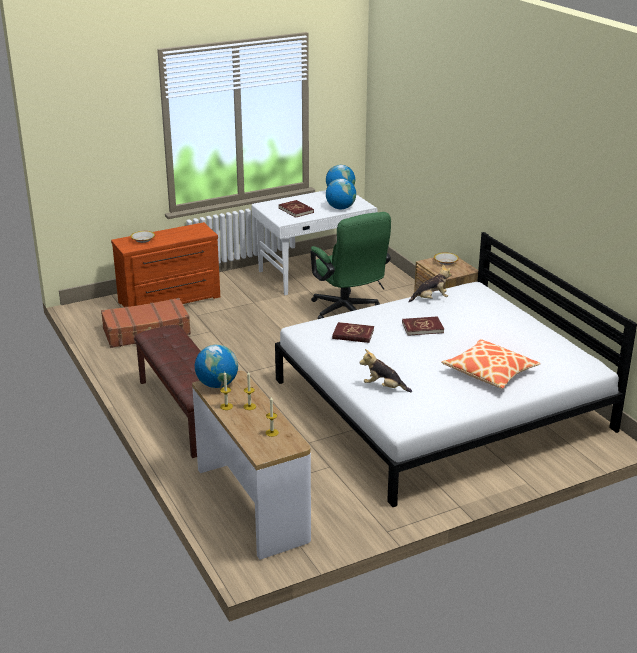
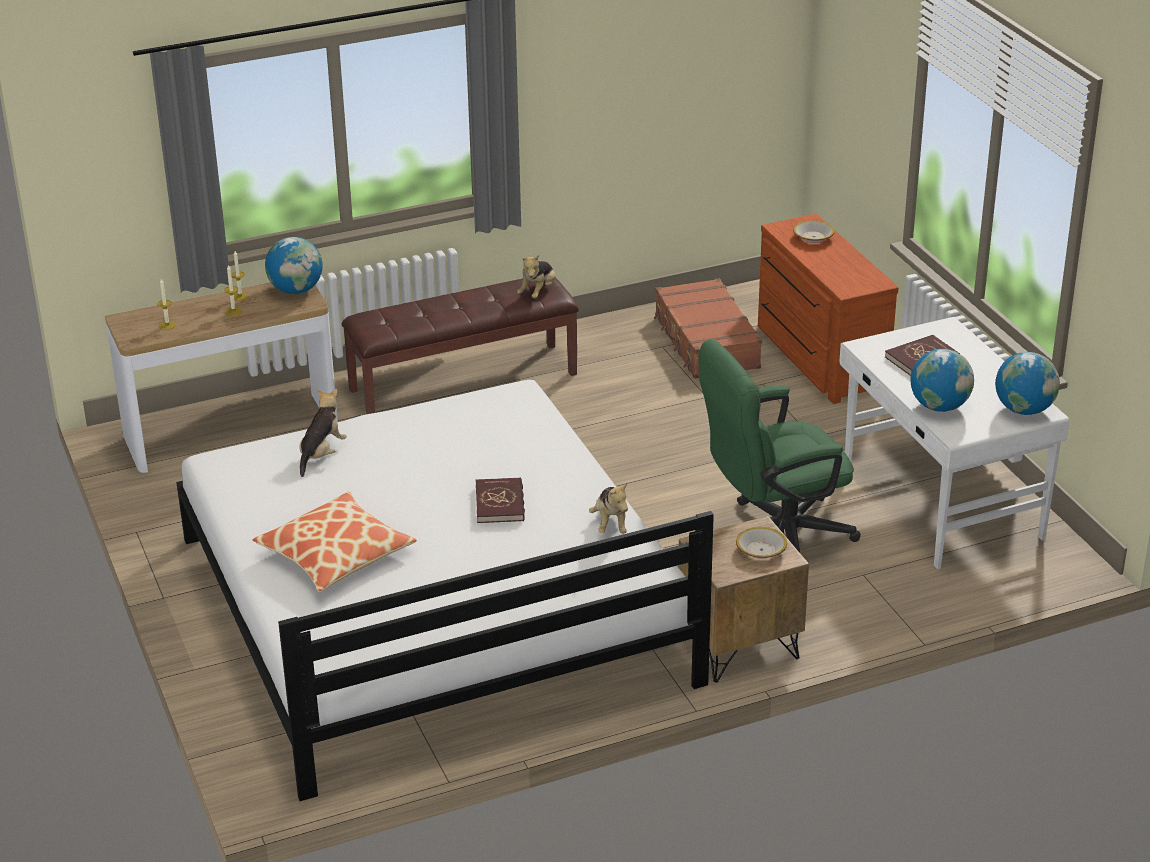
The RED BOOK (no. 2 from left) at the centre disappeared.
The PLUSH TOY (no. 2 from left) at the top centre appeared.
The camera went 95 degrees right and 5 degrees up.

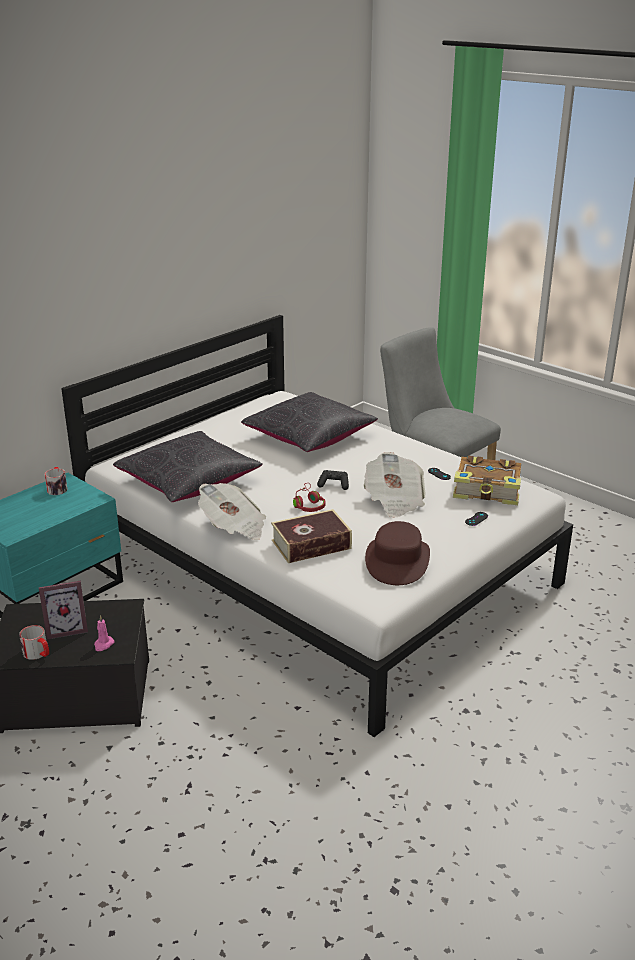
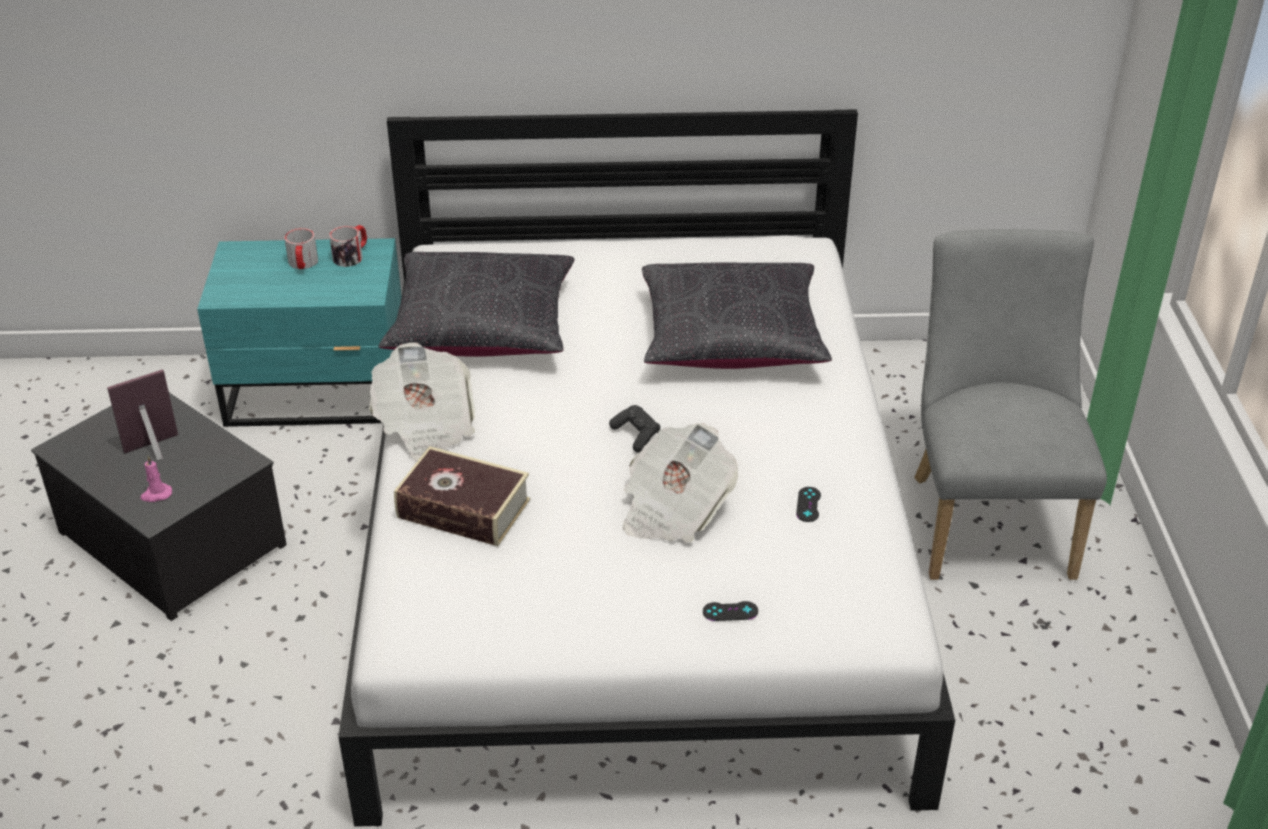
The RED HEADPHONES at the centre disappeared.
The BROWN HAT at the centre disappeared.
The BOOK (no. 2 from left) at the middle right disappeared.
The MUG (no. 1 from left) moved from the bottom left to the top left.
The PICTURE FRAME at the middle left turned 120 degrees clockwise.
The camera went 45 degrees right and 10 degrees up.

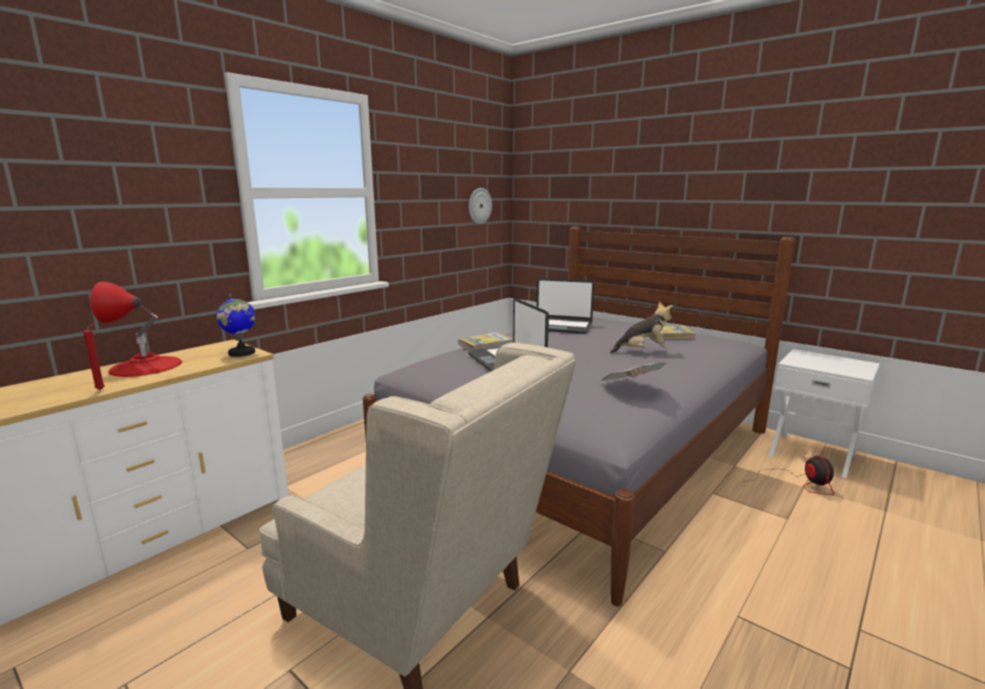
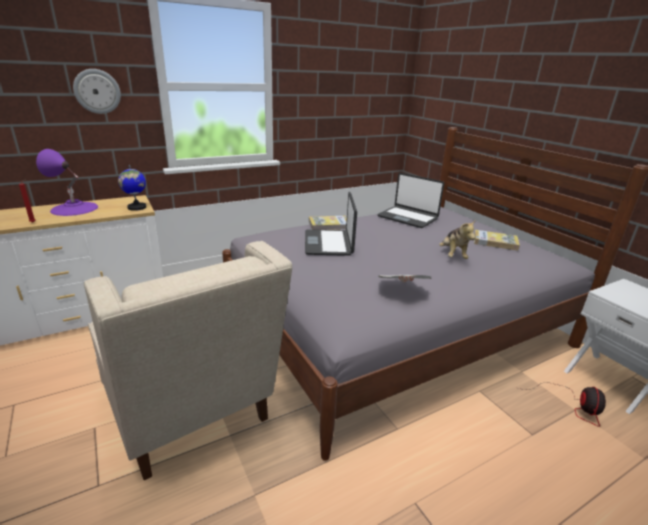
The WALL CLOCK moved from the top centre to the top left.
The RED TABLE LAMP at the middle left became the PURPLE TABLE LAMP at the middle left.
The PLUSH TOY at the centre turned 75 degrees clockwise.
The camera went 20 degrees right and 10 degrees up.

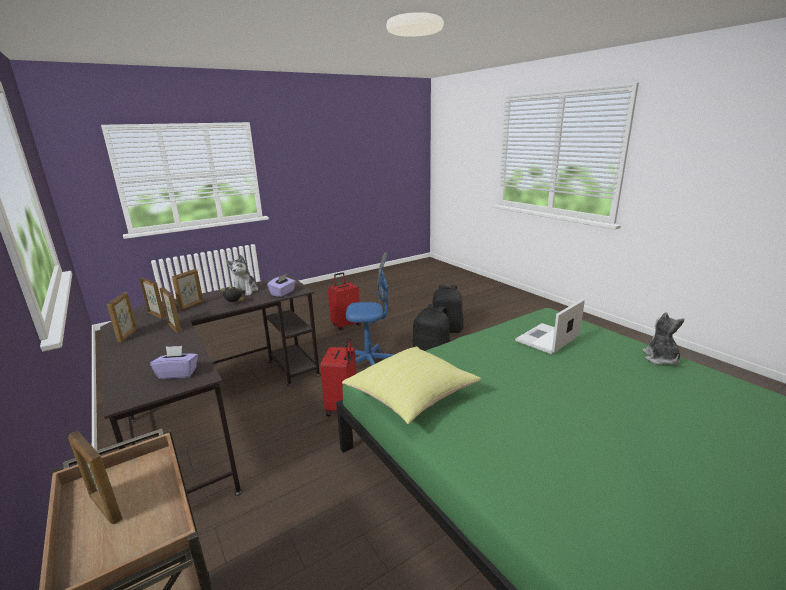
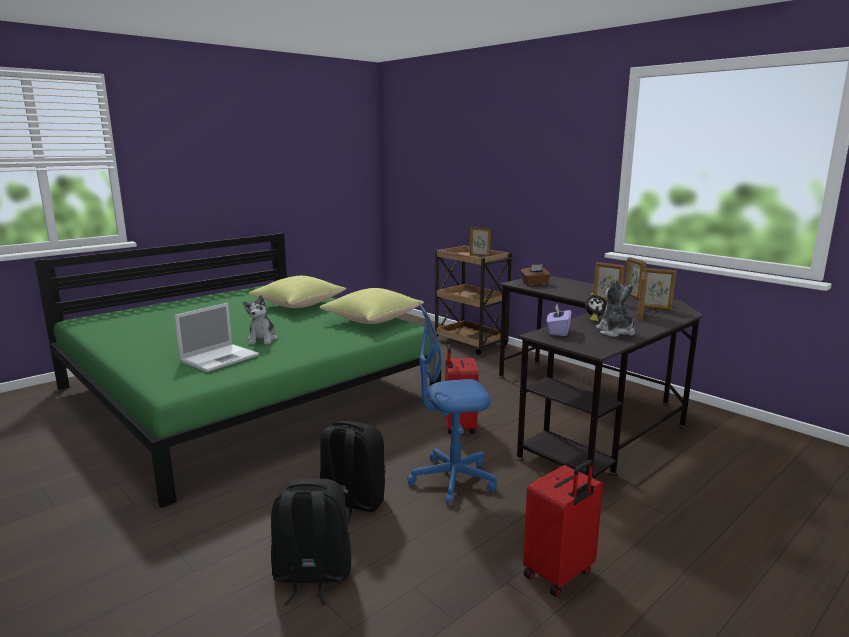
The YELLOW PILLOW (no. 1 from left) at the centre appeared.
The PLUSH TOY (no. 2 from left in the first image) moved from the middle right to the middle left.
The PURPLE TISSUE BOX (no. 1 from left) at the middle left became the BROWN TISSUE BOX at the centre.
The camera went 170 degrees right and 5 degrees down.

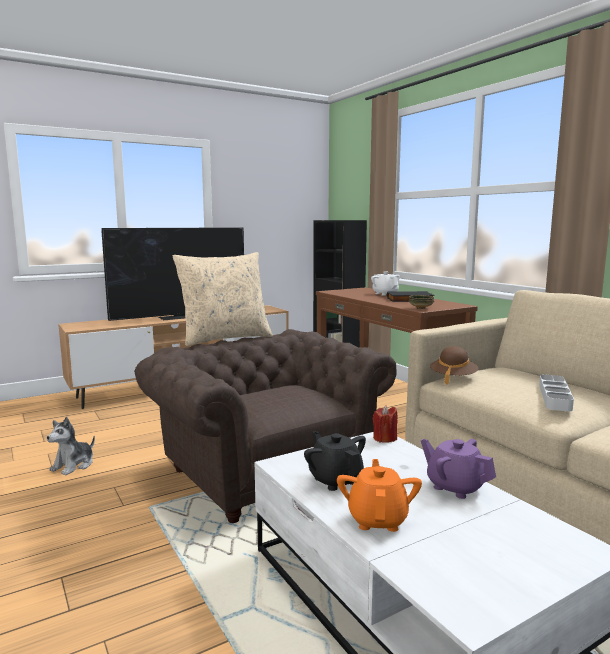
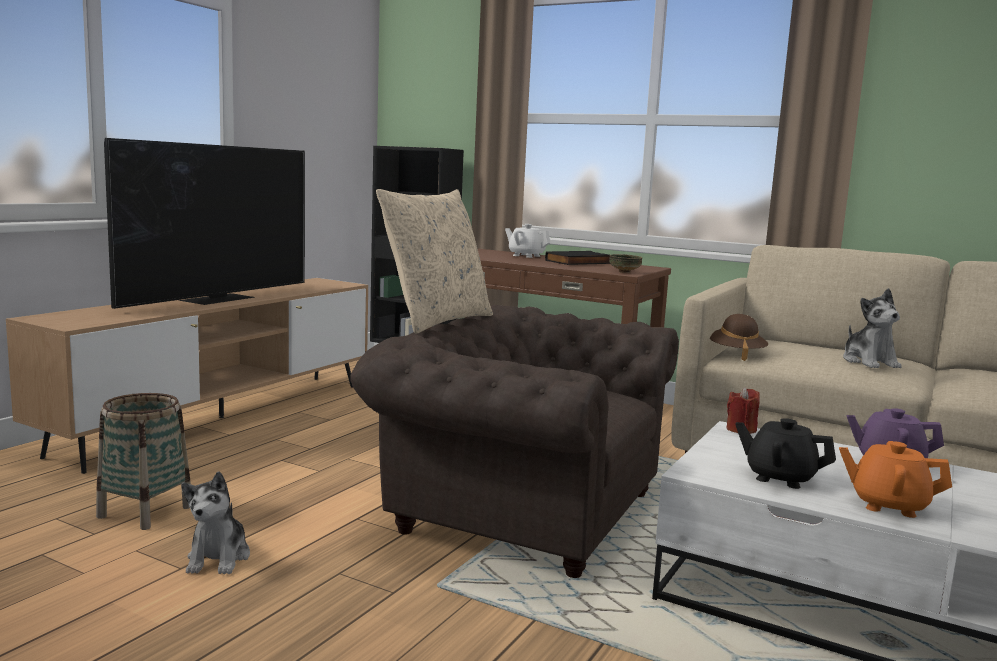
The BASKET at the bottom left appeared.
The GREY TRAY at the middle right was replaced by the PLUSH TOY (no. 2 from left) at the middle right.
The ORANGE TEAPOT at the bottom centre turned 45 degrees counterclockwise.
The camera went 30 degrees left and 0 degrees up.

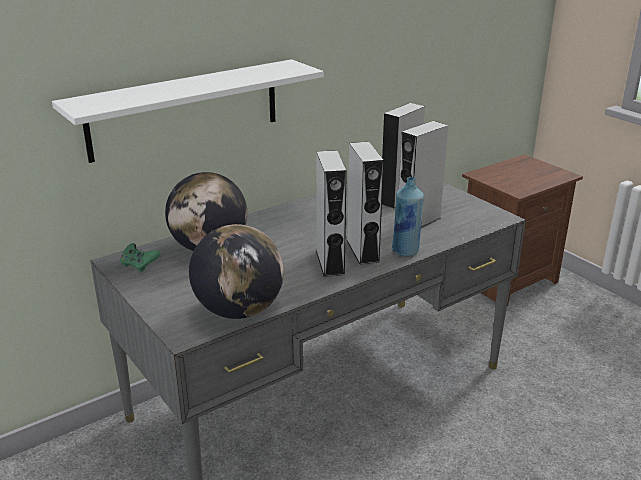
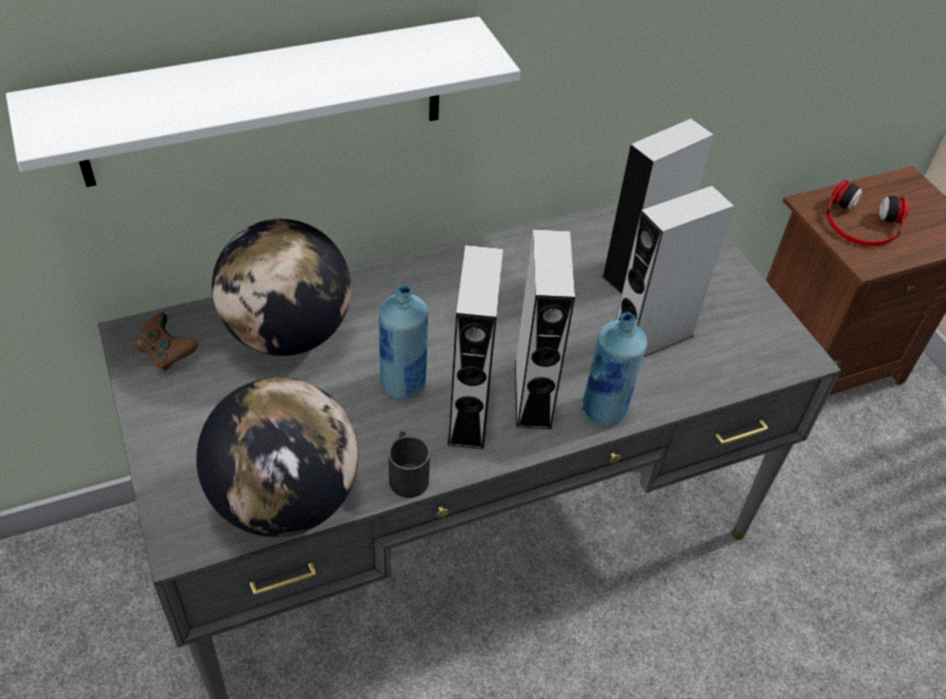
The BLUE BOTTLE (no. 1 from left) at the centre appeared.
The BLACK MUG at the centre appeared.
The HEADPHONES at the top right appeared.
The GREEN GAME CONTROLLER at the middle left became the BROWN GAME CONTROLLER at the middle left.
The camera went 10 degrees right and 20 degrees up.

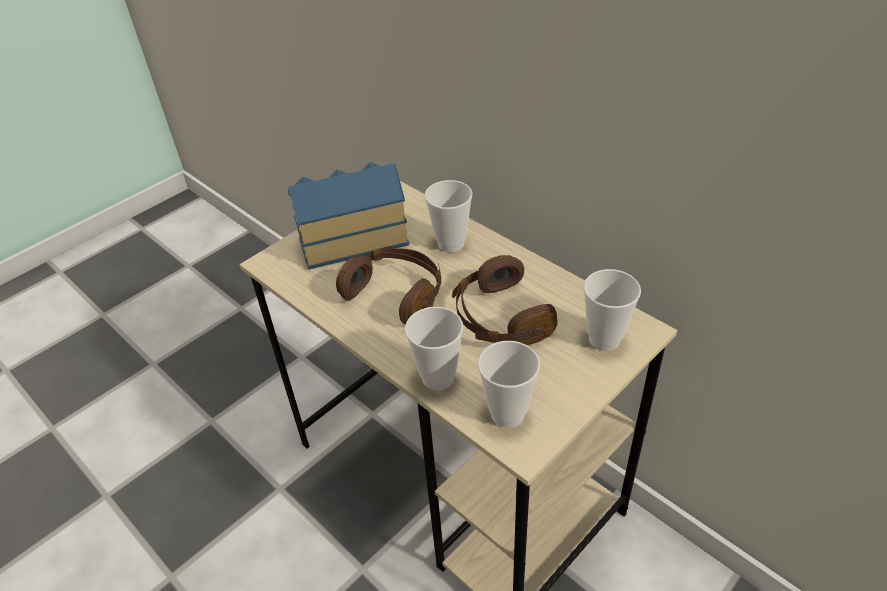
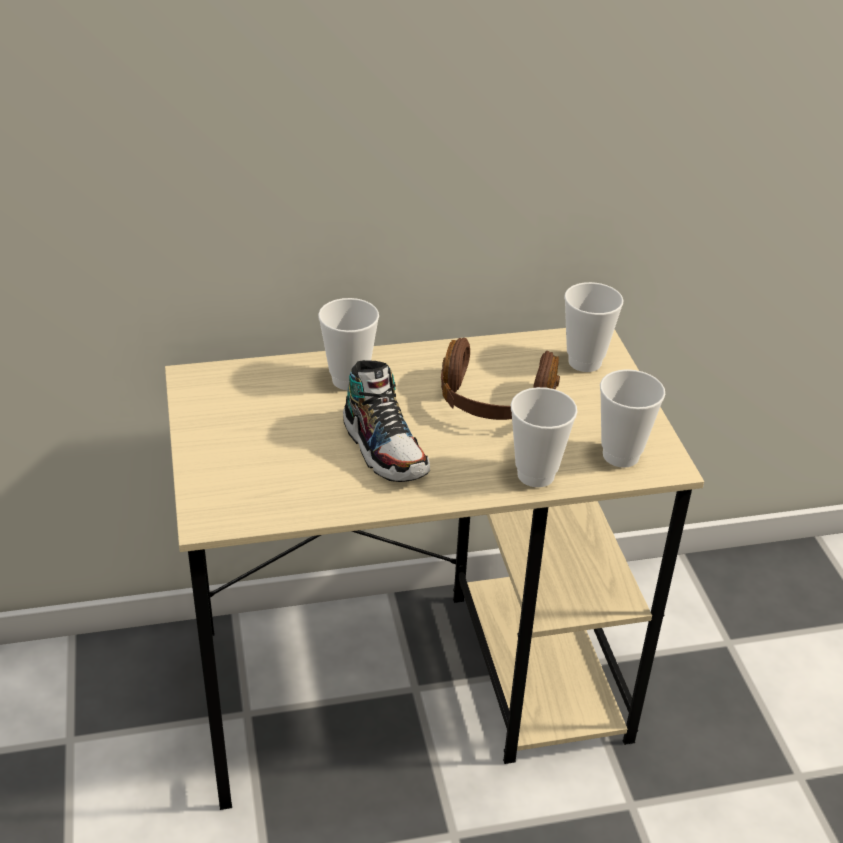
The TOY HOUSE at the centre disappeared.
The BROWN HEADPHONES (no. 1 from left) at the centre was replaced by the SHOE at the centre.
The camera went 60 degrees left and 5 degrees down.

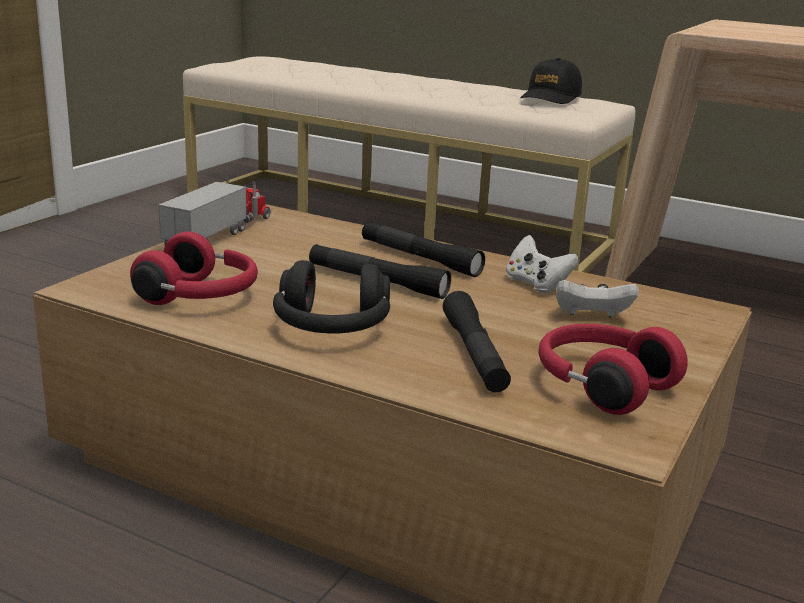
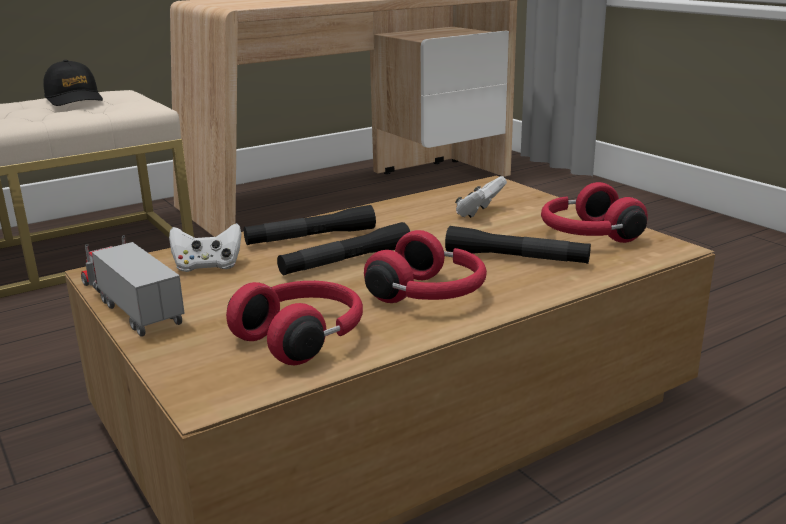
The WHITE GAME CONTROLLER (no. 1 from left) moved from the middle right to the middle left.
The BLACK HEADPHONES at the centre became the RED HEADPHONES (no. 2 from left) at the centre.
The camera went 60 degrees left and 0 degrees up.

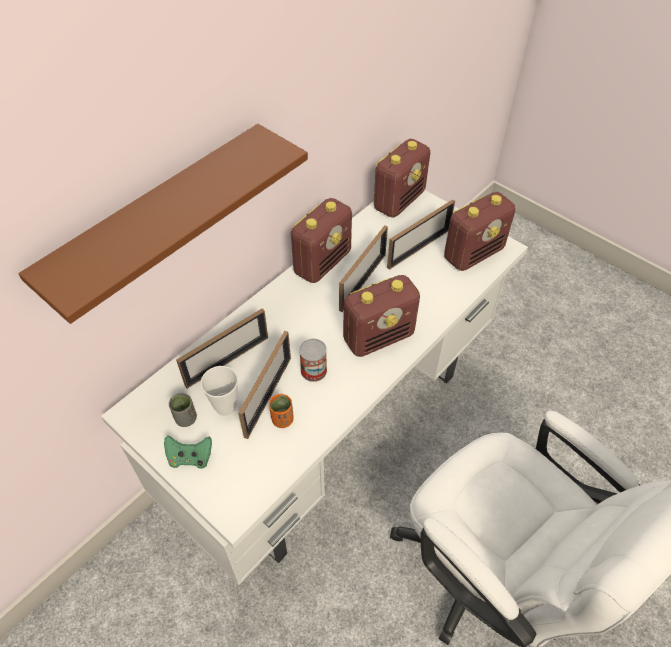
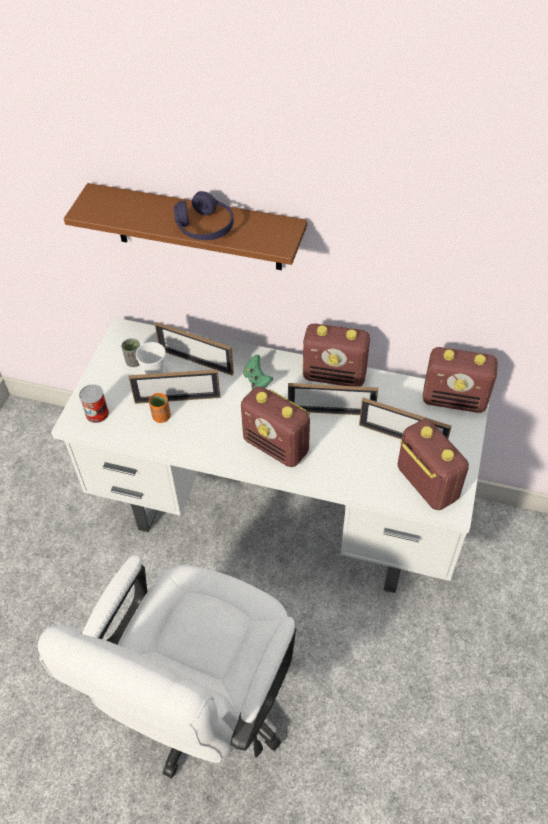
The PURPLE HEADPHONES at the top centre appeared.
The GREEN GAME CONTROLLER moved from the bottom left to the centre.
The CAN moved from the centre to the middle left.
The RADIO (no. 4 from left in the first image) at the middle right turned 150 degrees counterclockwise.
The camera went 65 degrees right and 0 degrees up.

